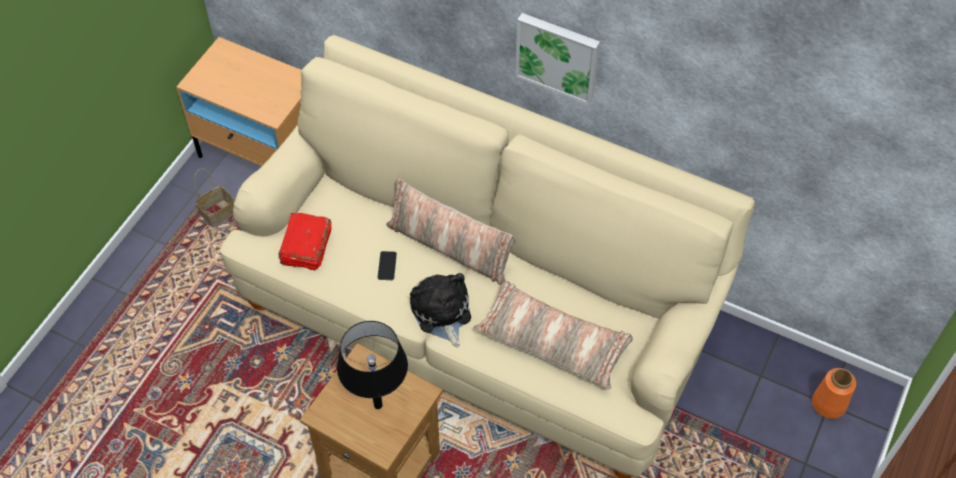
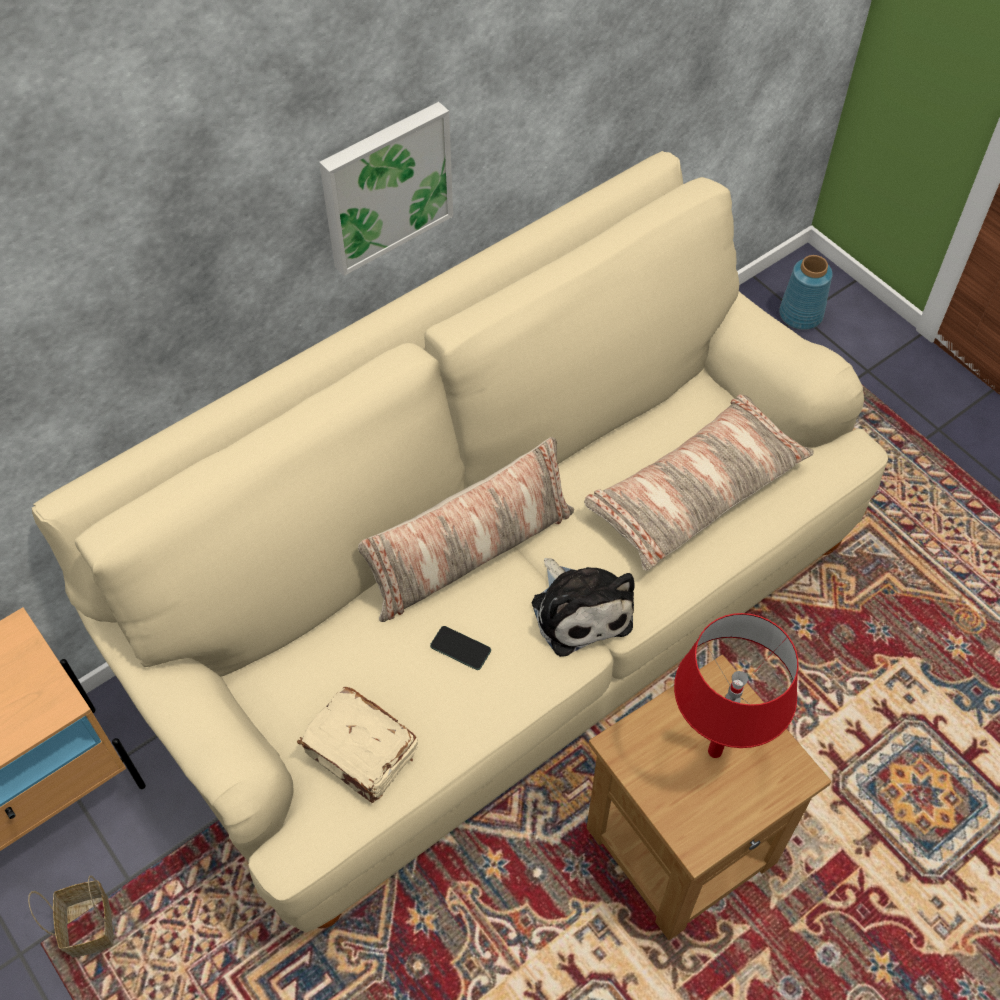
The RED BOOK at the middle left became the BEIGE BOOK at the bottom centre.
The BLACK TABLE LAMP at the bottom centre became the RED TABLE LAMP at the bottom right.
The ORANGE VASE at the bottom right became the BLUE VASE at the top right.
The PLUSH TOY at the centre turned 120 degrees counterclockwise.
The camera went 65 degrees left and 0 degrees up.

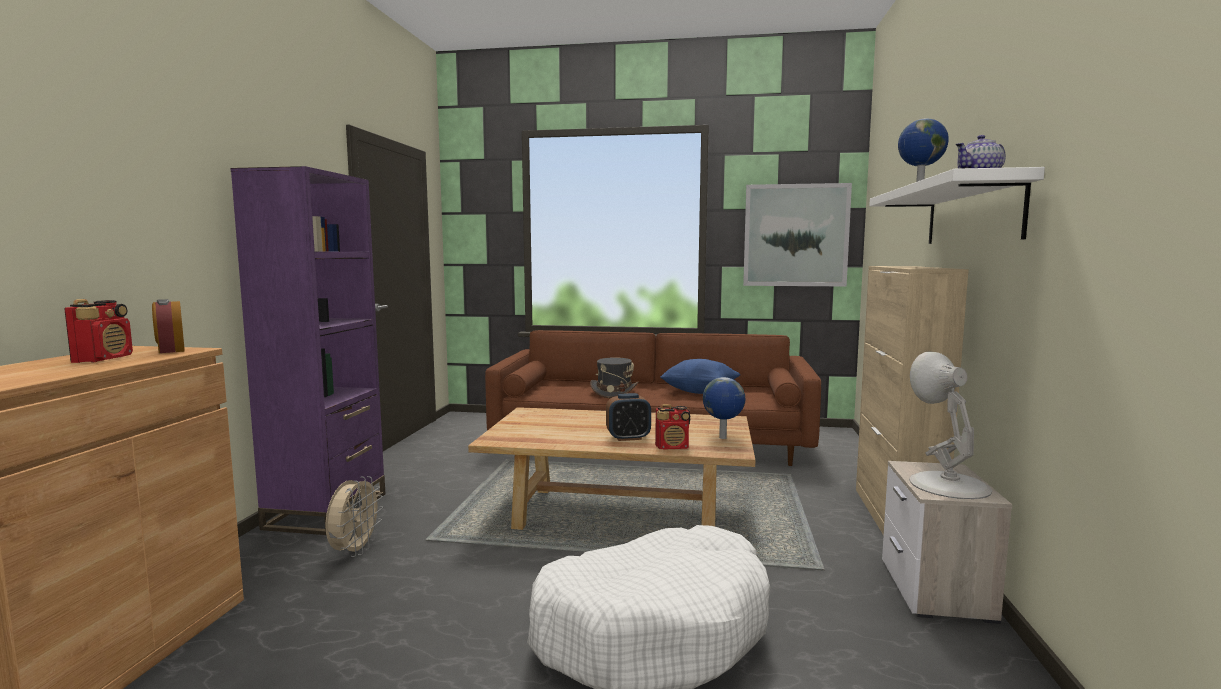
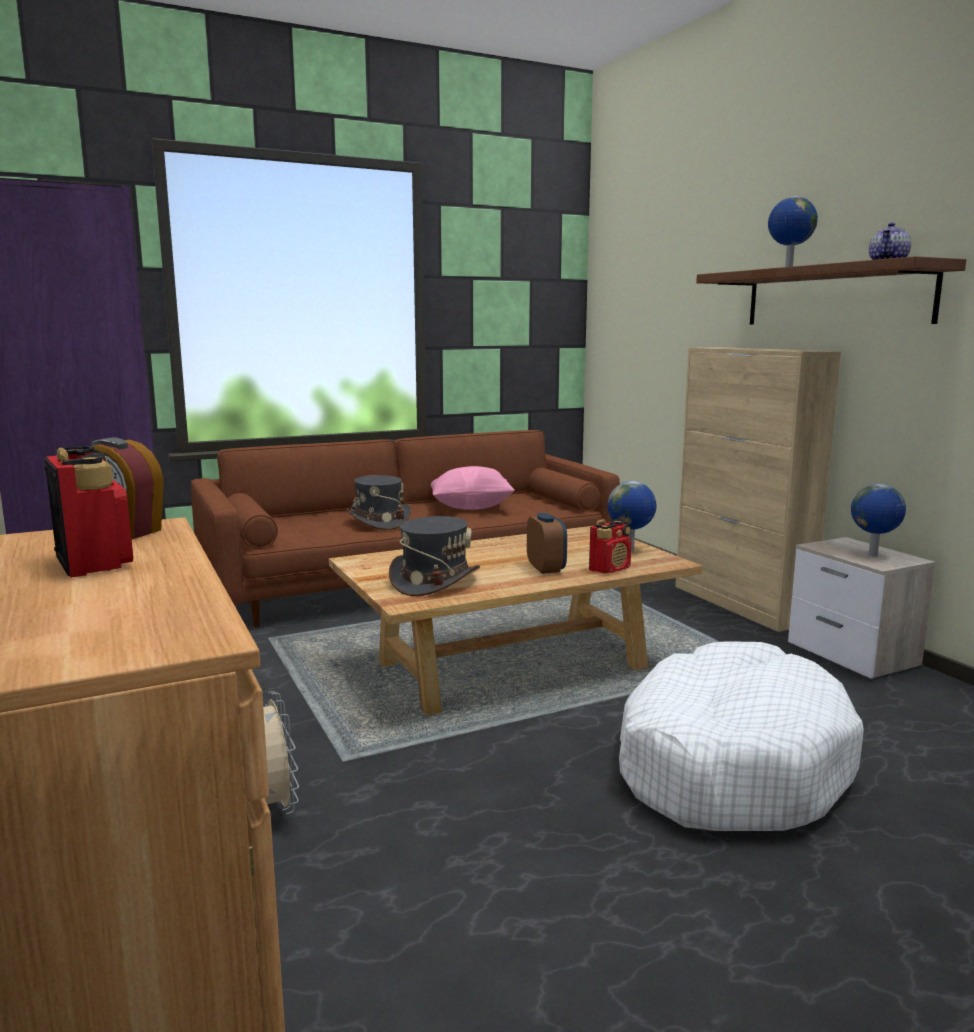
The PICTURE at the centre disappeared.
The GREY HAT (no. 2 from left) at the centre appeared.
The WHITE TABLE LAMP at the middle right was replaced by the GLOBE (no. 3 from left) at the middle right.
The BLUE PILLOW at the centre became the PINK PILLOW at the centre.
The WHITE SHELF at the top right became the BROWN SHELF at the top right.
The ALARM CLOCK (no. 2 from left) at the centre turned 60 degrees counterclockwise.
The camera went 35 degrees left and 5 degrees up.

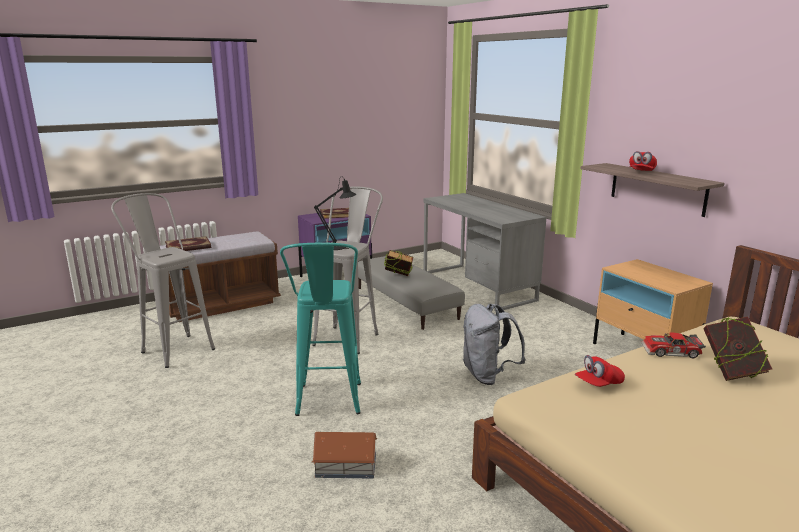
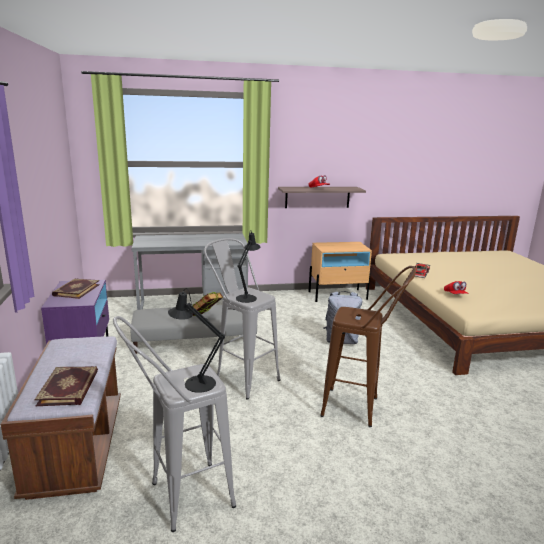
The TOY HOUSE at the bottom centre disappeared.
The BOOK (no. 4 from left) at the middle right disappeared.
The BLACK TABLE LAMP (no. 1 from left) at the centre appeared.
The TURQUOISE STOOL at the centre became the BROWN STOOL at the middle right.
The camera went 70 degrees left and 0 degrees up.

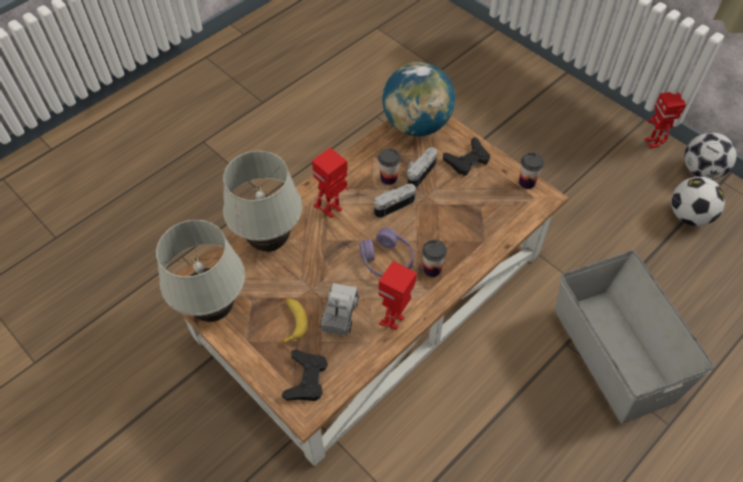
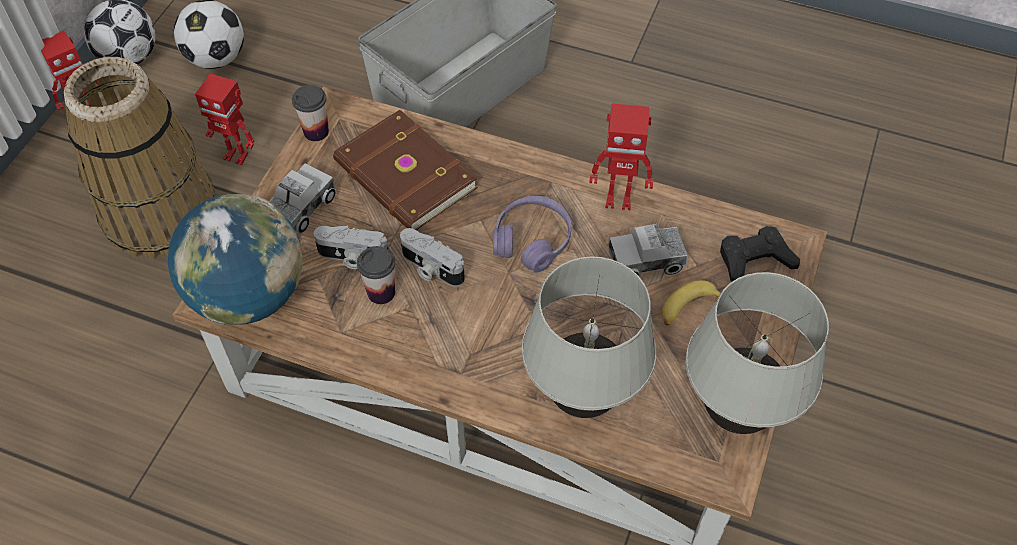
The CUP (no. 2 from left) at the centre disappeared.
The BASKET at the top left appeared.
The BROWN BOOK at the top centre appeared.
The TOY ROBOT (no. 1 from left in the first image) moved from the centre to the top left.
The BLACK GAME CONTROLLER (no. 2 from left) at the top centre was replaced by the TOY TRUCK (no. 1 from left) at the middle left.
The camera went 115 degrees left and 0 degrees up.

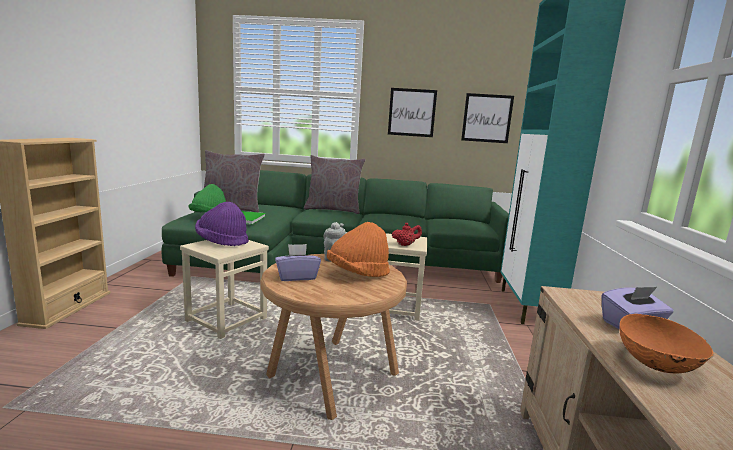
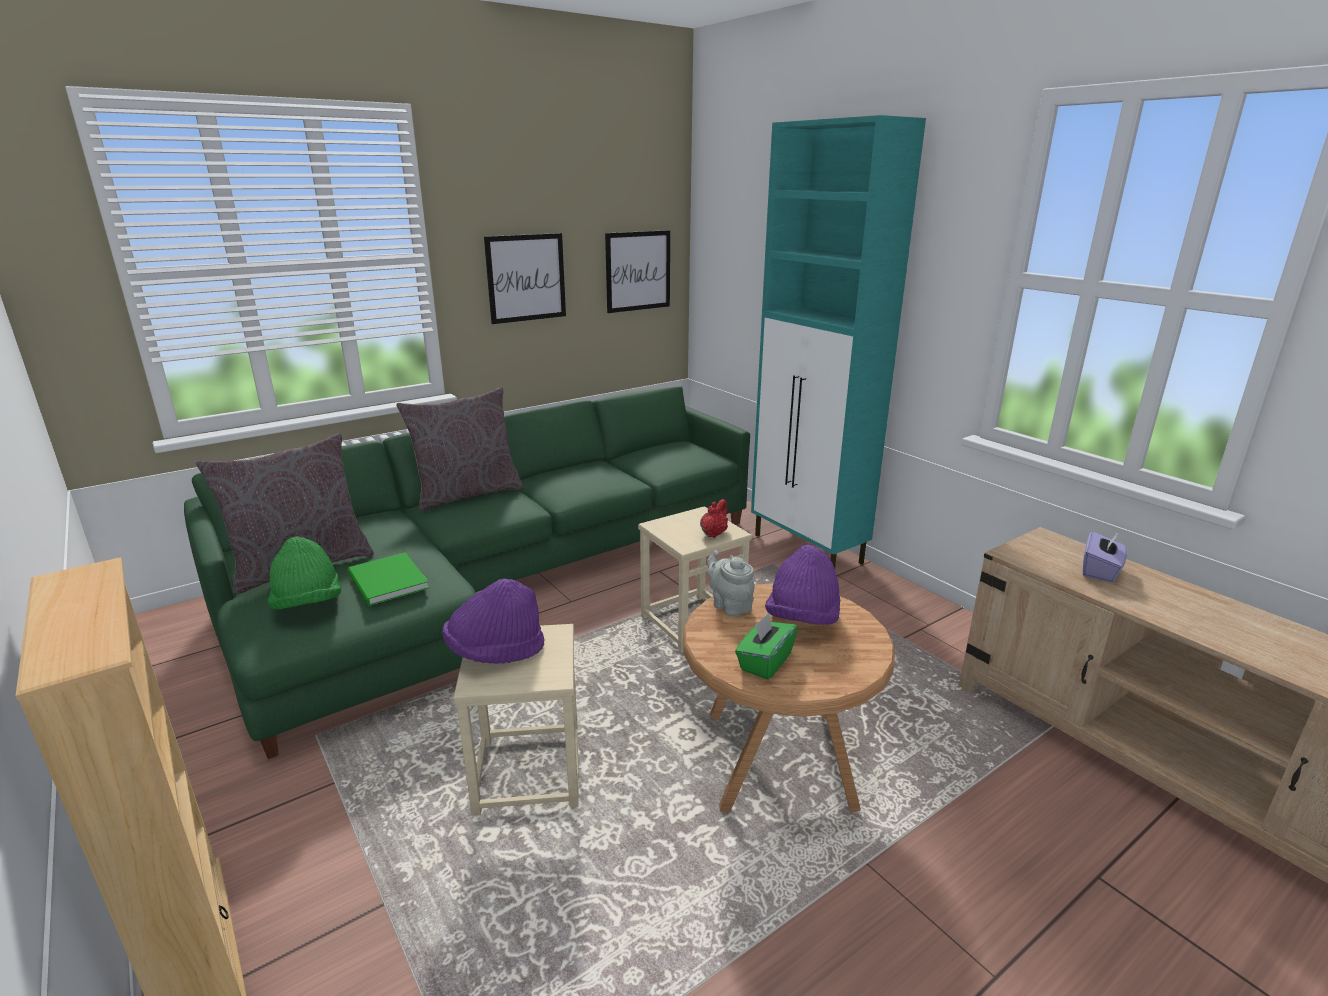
The ORANGE BOWL at the bottom right disappeared.
The PURPLE TISSUE BOX (no. 1 from left) at the centre became the GREEN TISSUE BOX at the centre.
The ORANGE HAT at the centre became the PURPLE HAT (no. 2 from left) at the centre.
The camera went 40 degrees left and 10 degrees up.

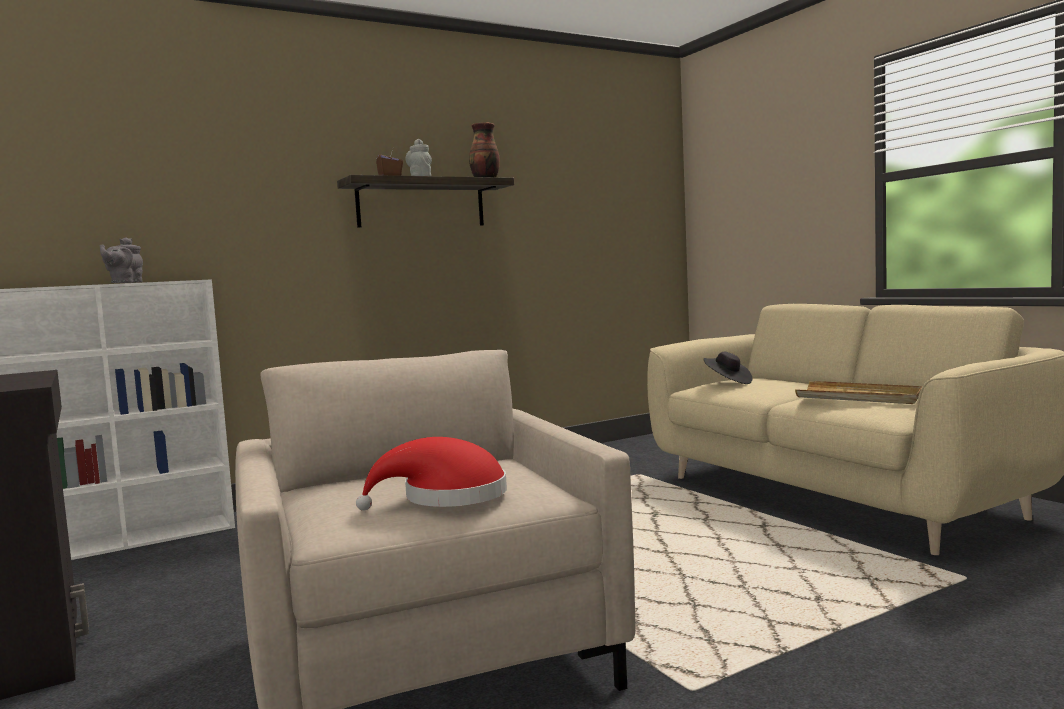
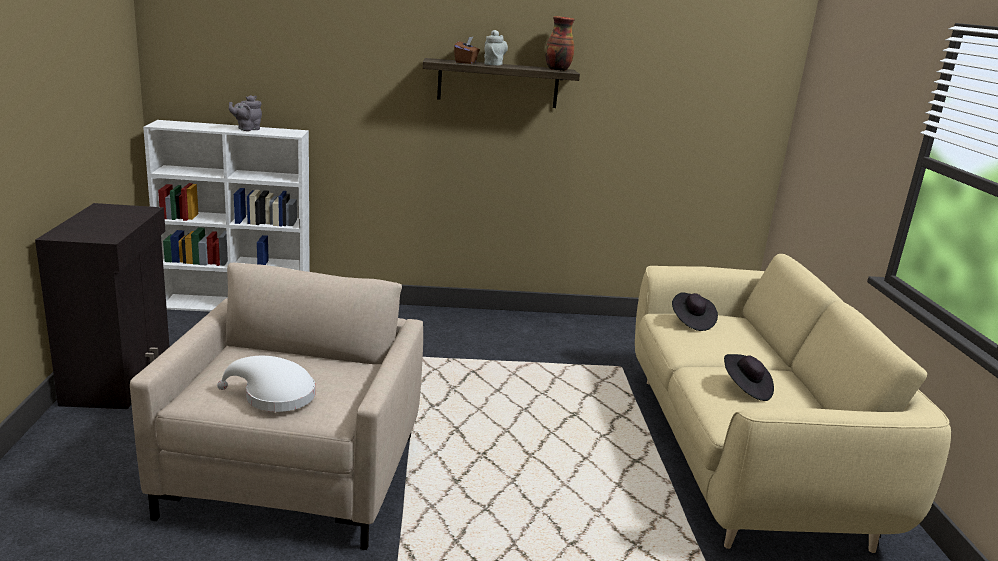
The BEIGE TRAY at the middle right was replaced by the BLACK HAT (no. 2 from left) at the bottom right.
The RED HAT at the bottom centre became the WHITE HAT at the bottom left.
The camera went 25 degrees right and 15 degrees up.

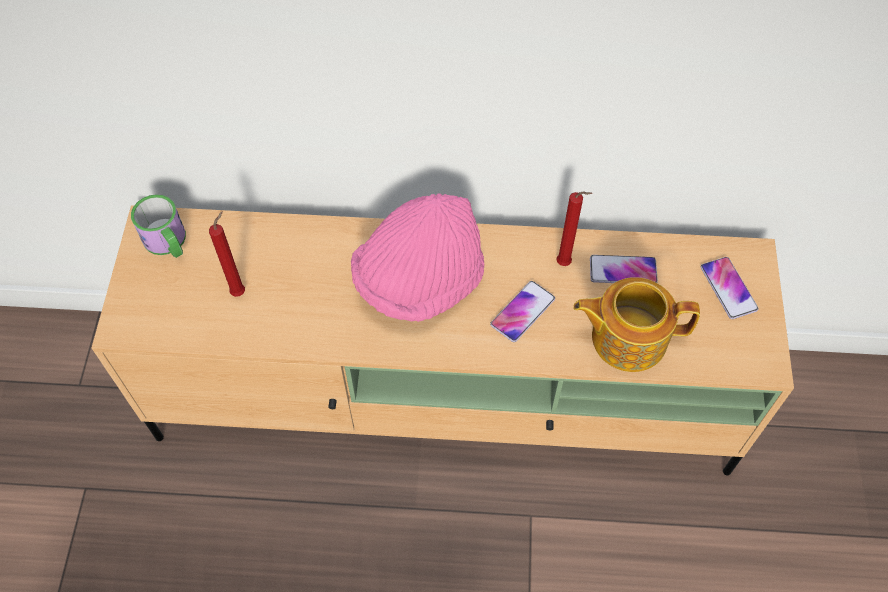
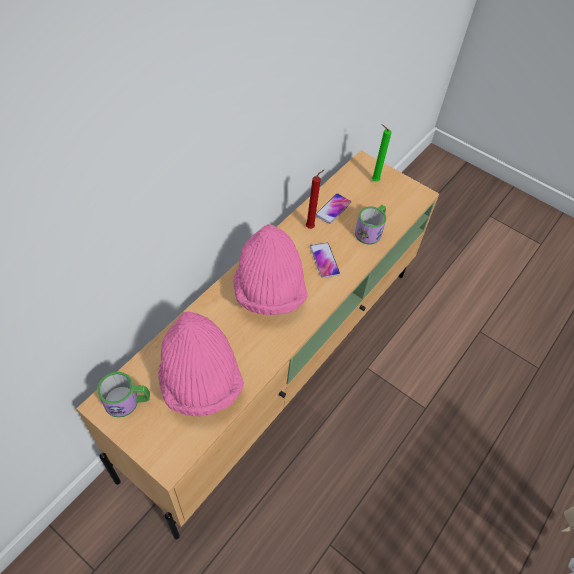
The RED CANDLE (no. 1 from left) at the middle left was replaced by the PINK HAT (no. 1 from left) at the centre.
The TEAPOT at the middle right was replaced by the MUG (no. 2 from left) at the centre.
The PHONE (no. 3 from left) at the middle right was replaced by the GREEN CANDLE at the top centre.
The camera went 60 degrees left and 5 degrees down.

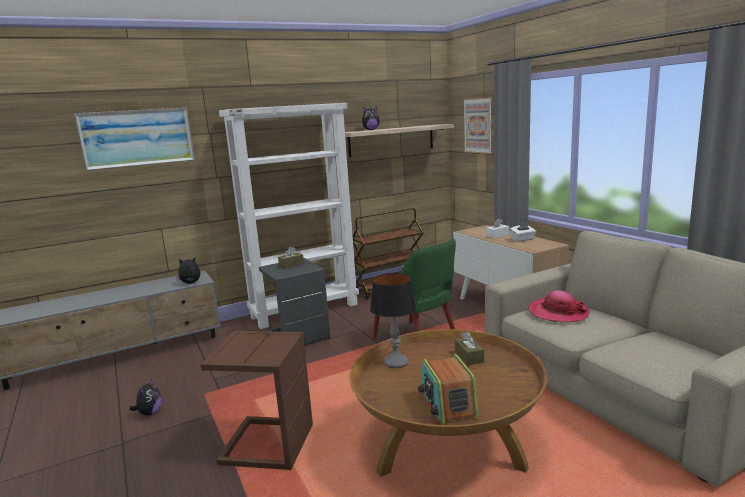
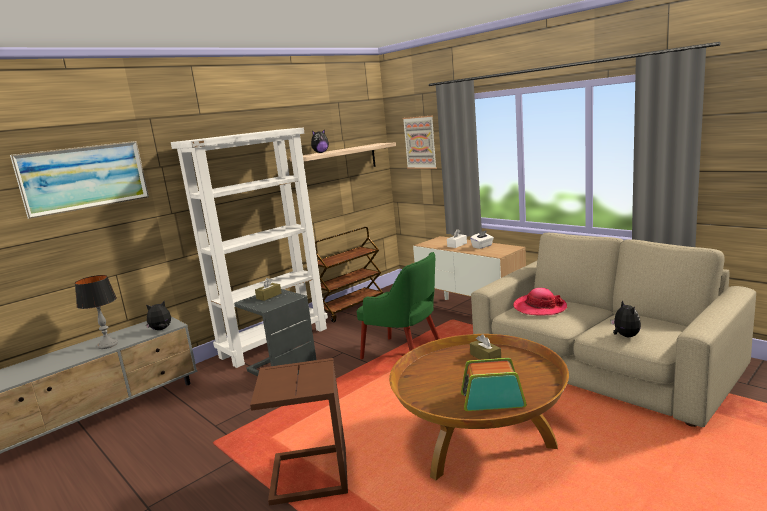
The PLUSH TOY (no. 1 from left in the first image) moved from the bottom left to the middle right.
The TABLE LAMP moved from the centre to the middle left.
The RADIO at the bottom centre turned 120 degrees clockwise.
The camera went 15 degrees left and 0 degrees up.

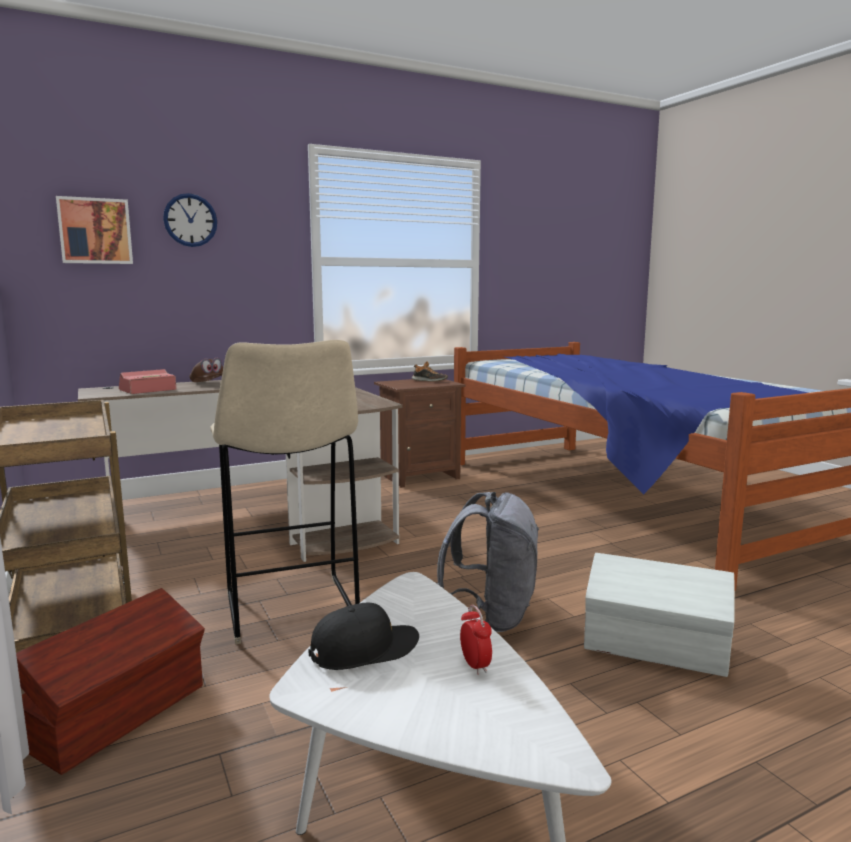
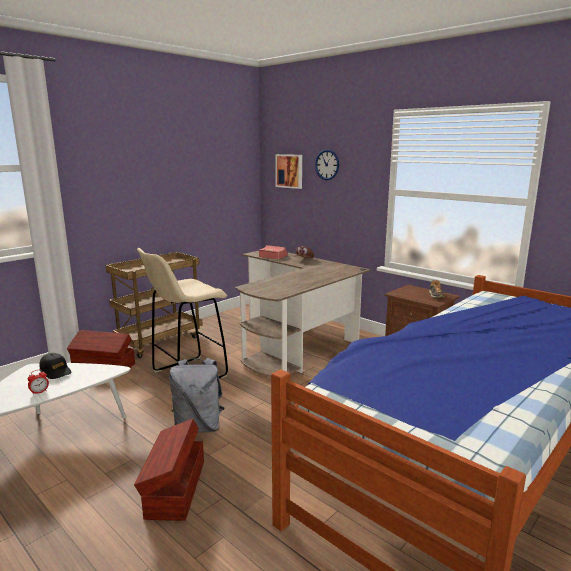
The WHITE STORAGE BOX at the bottom right became the BROWN STORAGE BOX (no. 2 from left) at the bottom left.
The camera went 70 degrees right and 5 degrees up.

